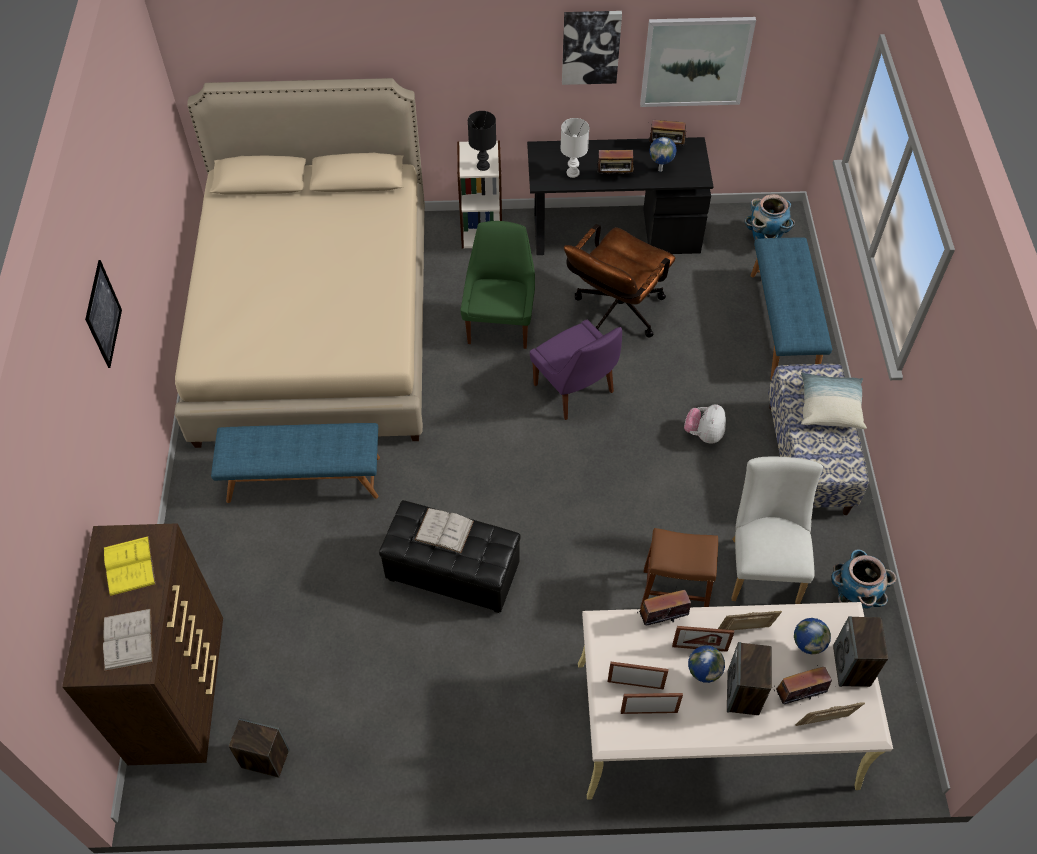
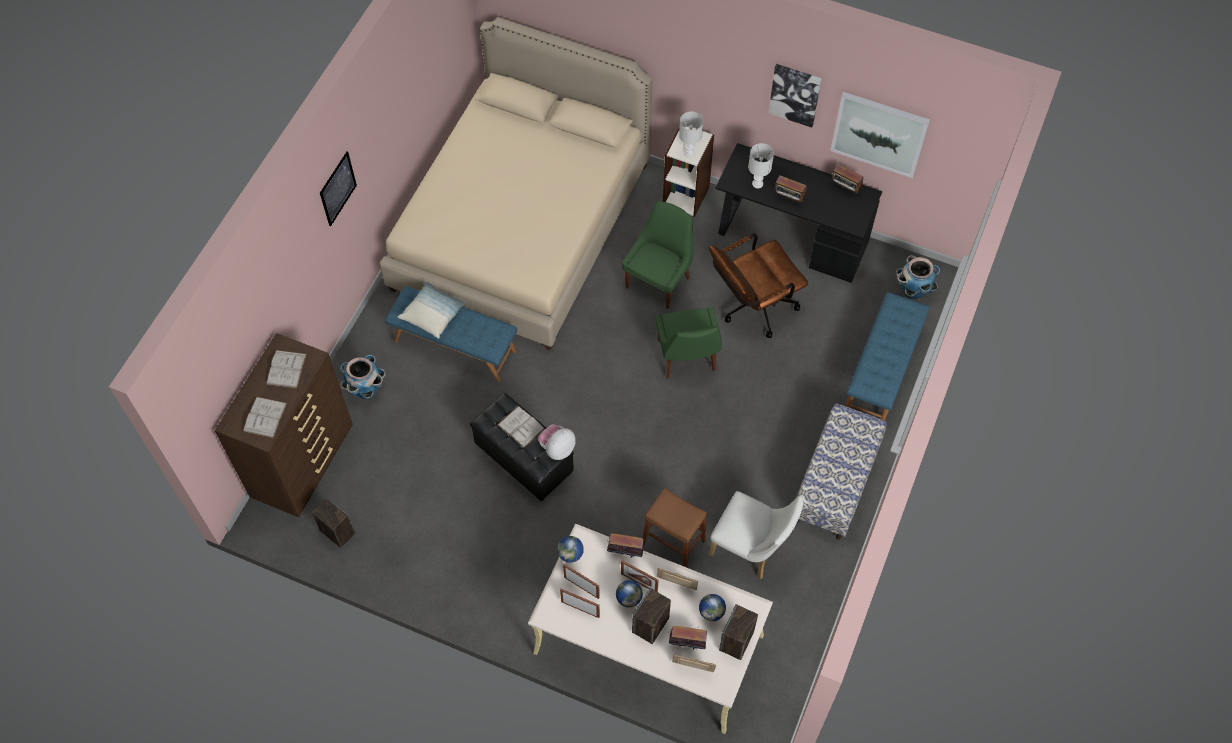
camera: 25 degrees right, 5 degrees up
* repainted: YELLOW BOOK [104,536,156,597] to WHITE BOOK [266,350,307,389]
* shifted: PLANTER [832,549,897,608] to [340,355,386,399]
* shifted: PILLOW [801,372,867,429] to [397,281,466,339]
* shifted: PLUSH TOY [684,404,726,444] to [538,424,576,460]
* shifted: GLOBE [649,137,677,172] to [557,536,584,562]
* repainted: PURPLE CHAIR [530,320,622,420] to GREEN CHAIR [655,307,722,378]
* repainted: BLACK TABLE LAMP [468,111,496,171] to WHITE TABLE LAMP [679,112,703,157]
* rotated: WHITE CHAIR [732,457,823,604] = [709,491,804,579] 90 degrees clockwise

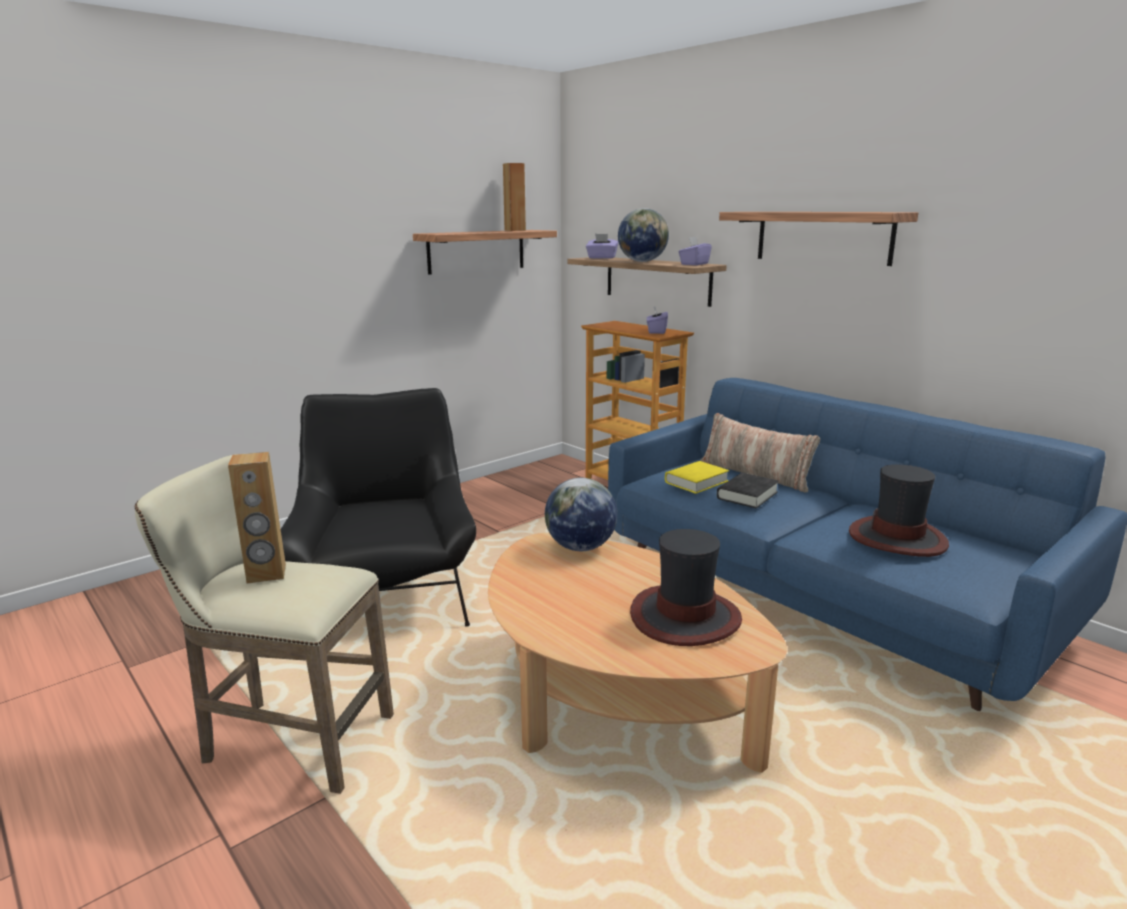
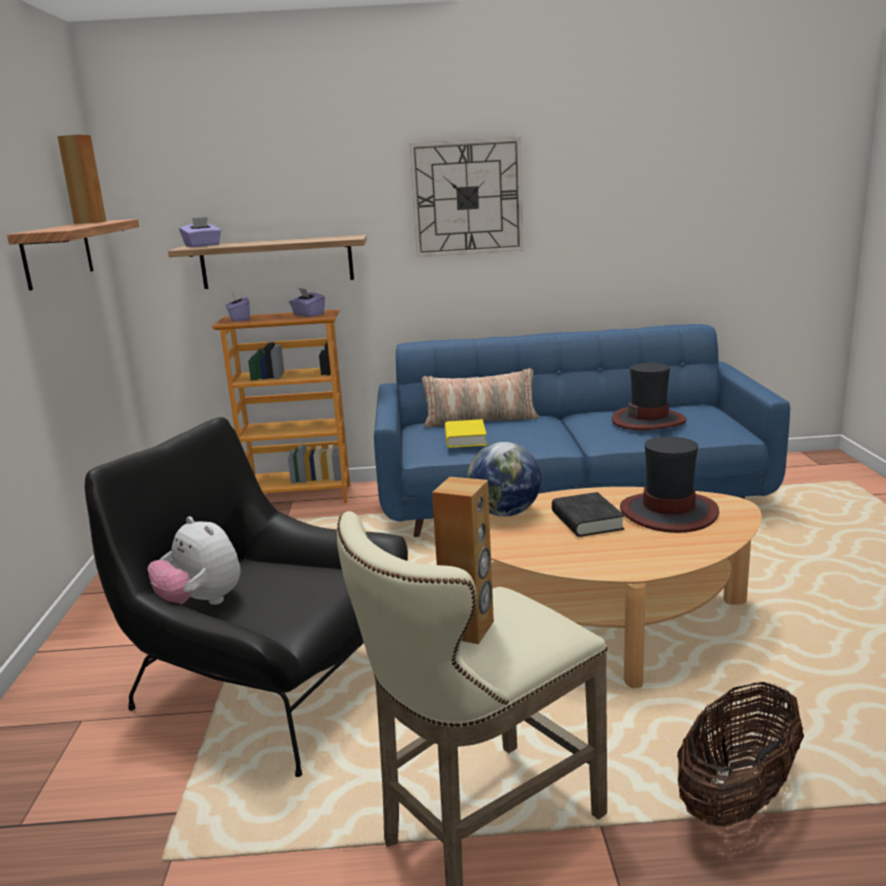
camera: 50 degrees left, 0 degrees up
* new: PLUSH TOY [147,516,241,605]
* shifted: PURPLE TISSUE BOX [678,237,712,265] to [226,292,250,322]
* swapped: SHELF [719,212,918,266] to WALL CLOCK [409,137,524,257]
* shifted: BLACK BOOK [717,473,779,509] to [552,492,625,537]
* new: BASKET [677,682,804,827]
* gone: GLOBE [618,208,669,262]

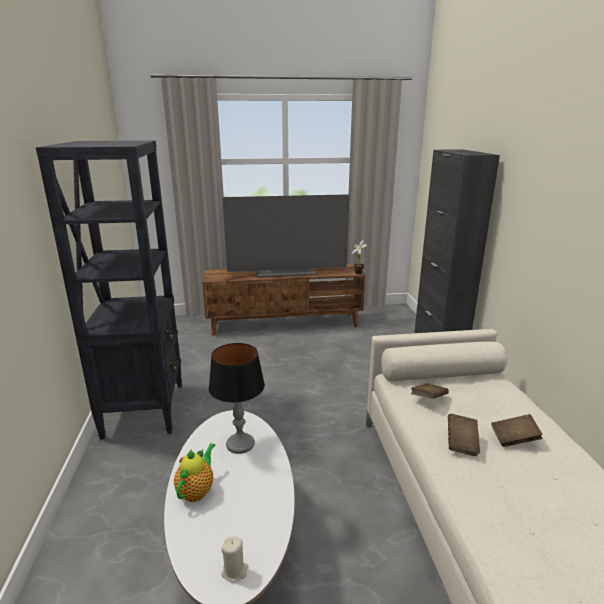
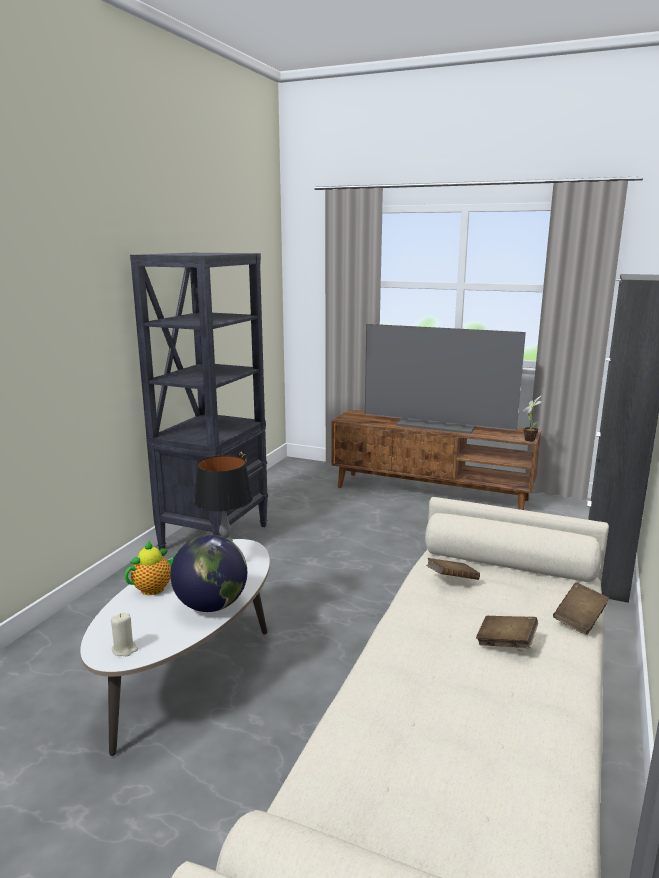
camera: 30 degrees right, 5 degrees down
* new: GLOBE [170,535,247,612]
* shifted: BROWN BOOK [448,414,480,456] to [553,582,609,635]

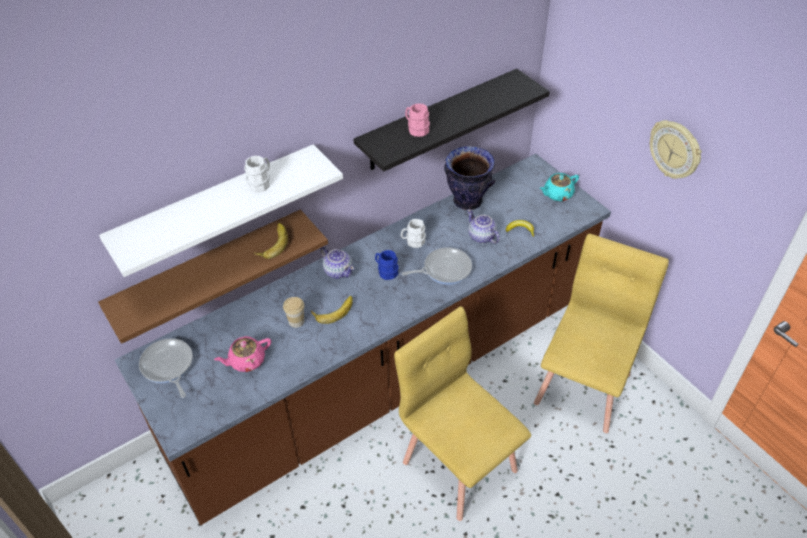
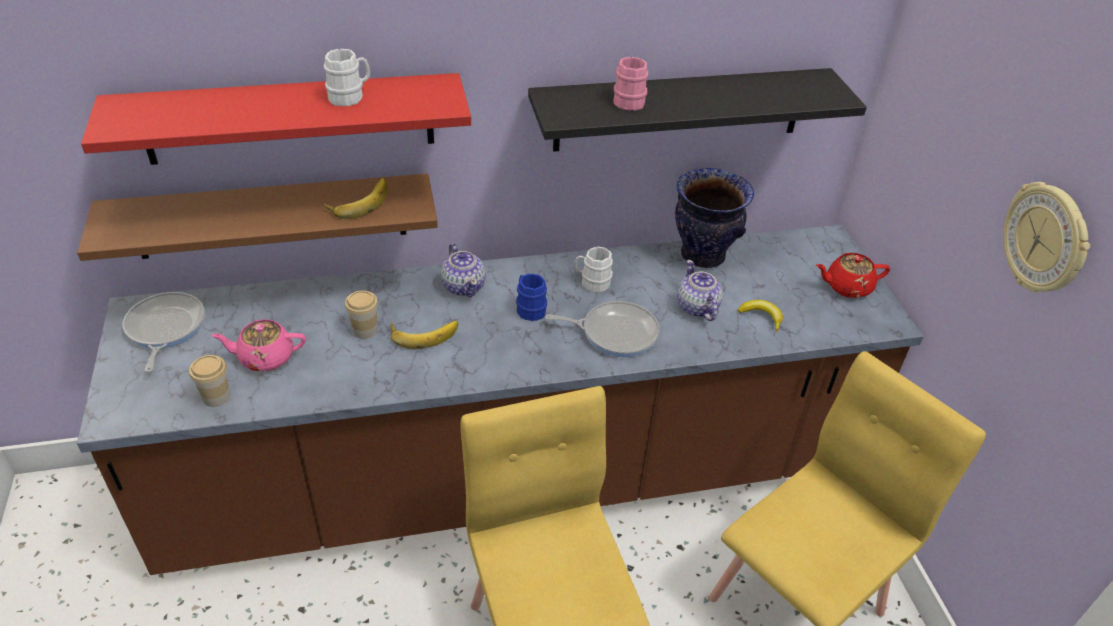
camera: 20 degrees right, 5 degrees down
* repainted: WHITE SHELF [99,144,343,277] to RED SHELF [81,73,471,165]
* new: CUP [189,355,230,407]
* repainted: TURQUOISE TEAPOT [539,173,579,201] to RED TEAPOT [816,253,890,298]

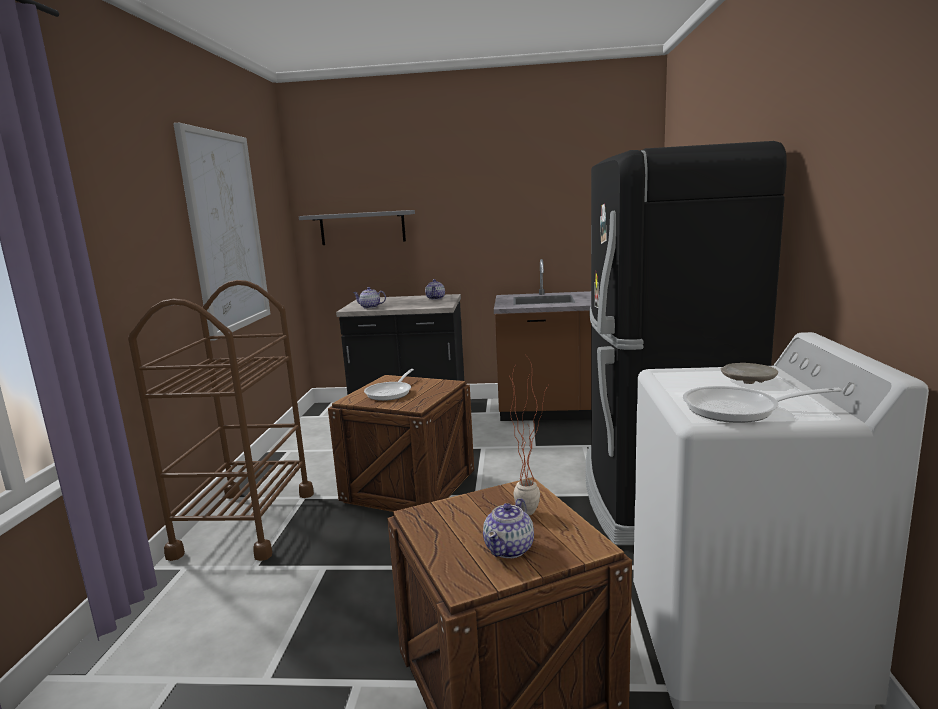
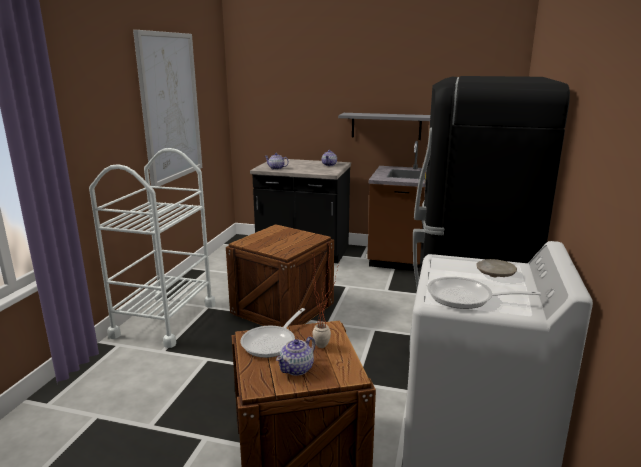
camera: 10 degrees right, 5 degrees up
* repainted: BROWN CART [128,280,314,561] to WHITE CART [89,148,215,348]
* shifted: FRYING PAN [364,369,414,401] to [241,308,305,358]
* shifted: GREY SHELF [299,210,415,245] to [338,113,430,140]

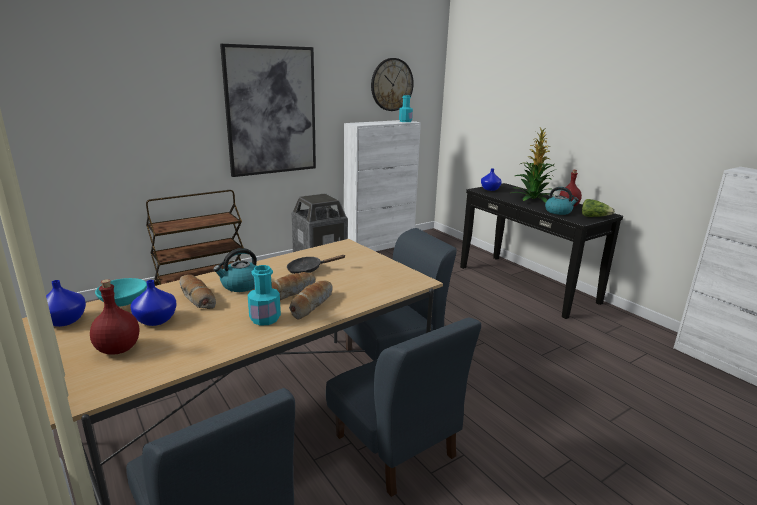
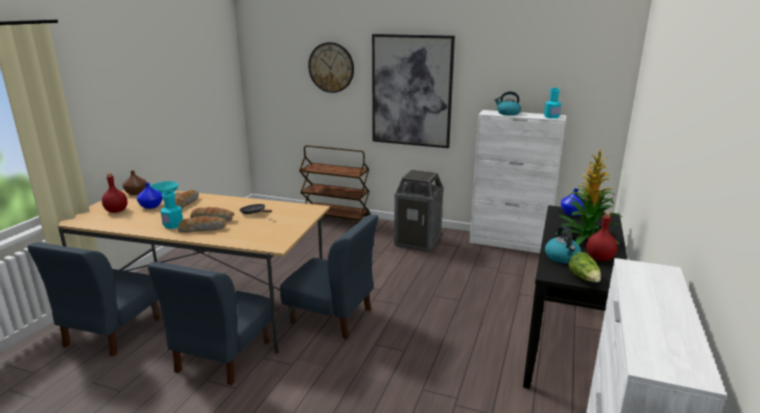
camera: 55 degrees right, 0 degrees up
* repainted: BLUE VASE [46,280,86,327] to BROWN VASE [122,171,147,195]
* shifted: WALL CLOCK [371,58,414,111] to [308,42,354,93]
* shifted: KETTLE [213,248,257,292] to [495,91,521,116]

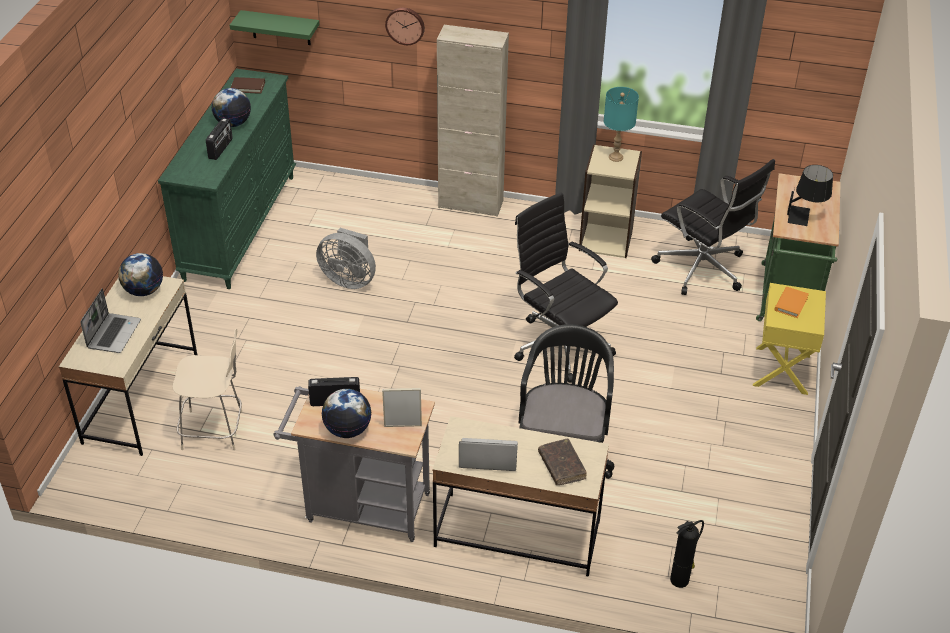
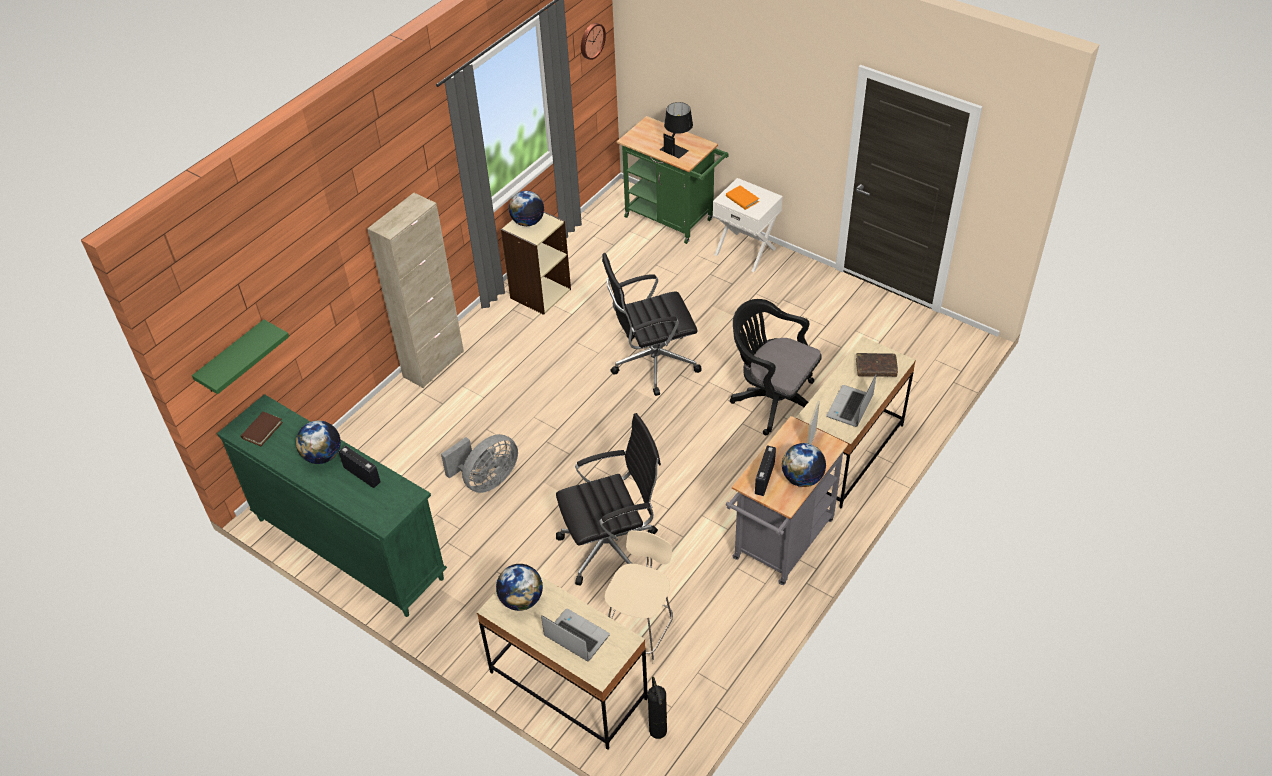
camera: 65 degrees left, 5 degrees up
* swapped: TURQUOISE TABLE LAMP [604,87,639,162] to GLOBE [509,191,544,226]
* shifted: BLACK OFFICE CHAIR [651,159,775,295] to [556,413,661,586]
* shifted: WALL CLOCK [385,8,425,45] to [581,23,606,60]
* shifted: FIRE EXTINGUISHER [670,520,704,588] to [648,677,667,739]
* repainted: YELLOW NIGHTSTAND [753,283,826,395] to WHITE NIGHTSTAND [713,178,783,272]

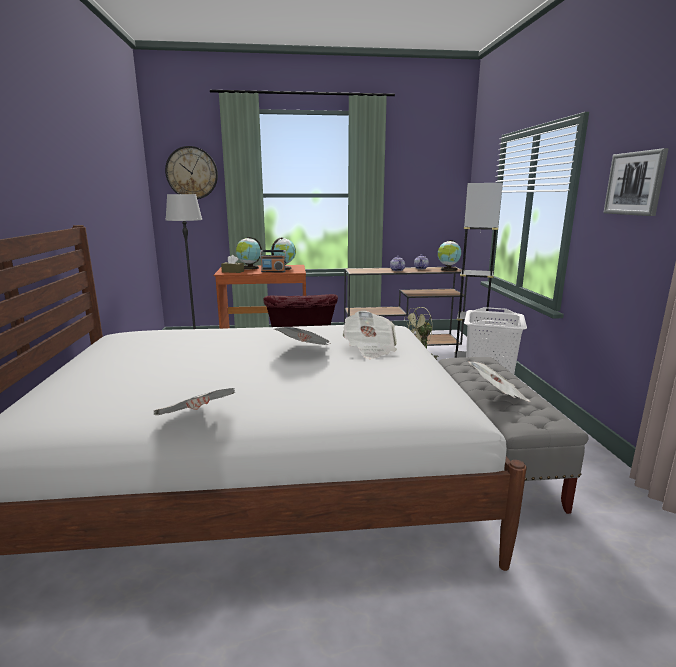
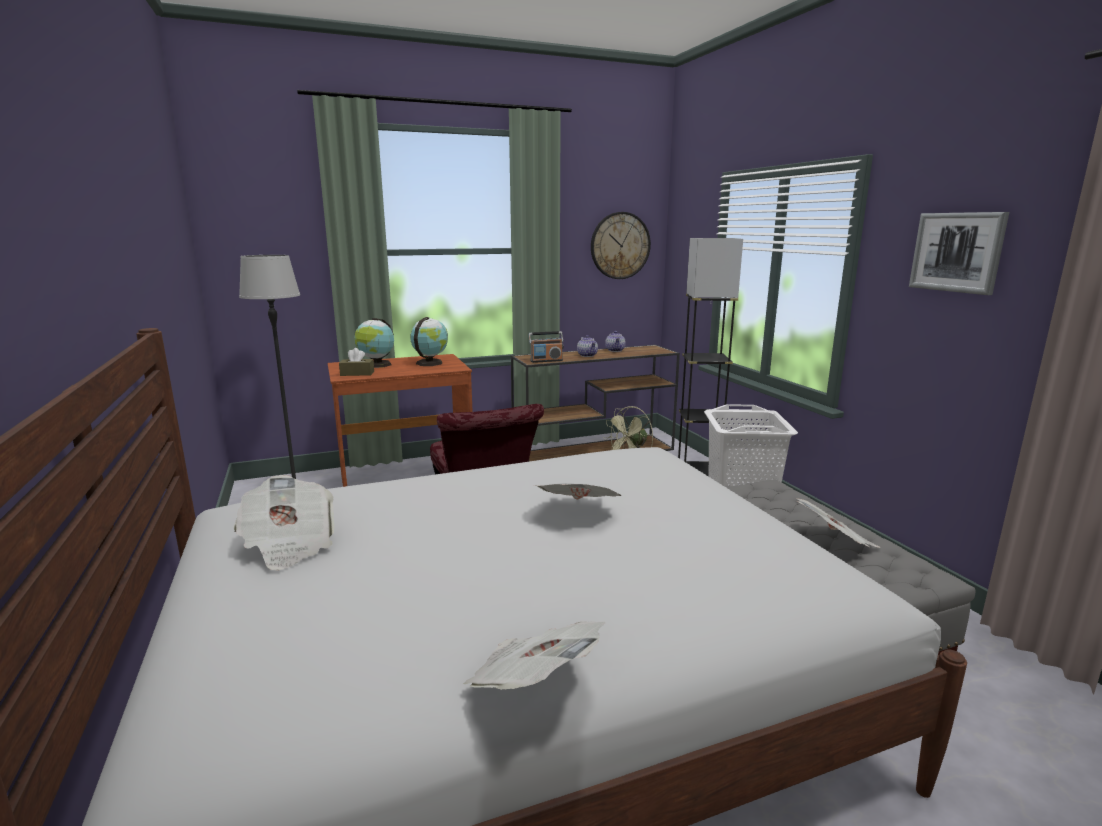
camera: 15 degrees left, 0 degrees up
* shifted: NEWSPAPER [343,311,397,359] to [233,475,335,571]
* shifted: RADIO [260,250,286,272] to [529,331,564,363]
* shifted: WALL CLOCK [165,146,218,199] to [591,212,651,279]
* gone: GLOBE [438,240,461,271]

